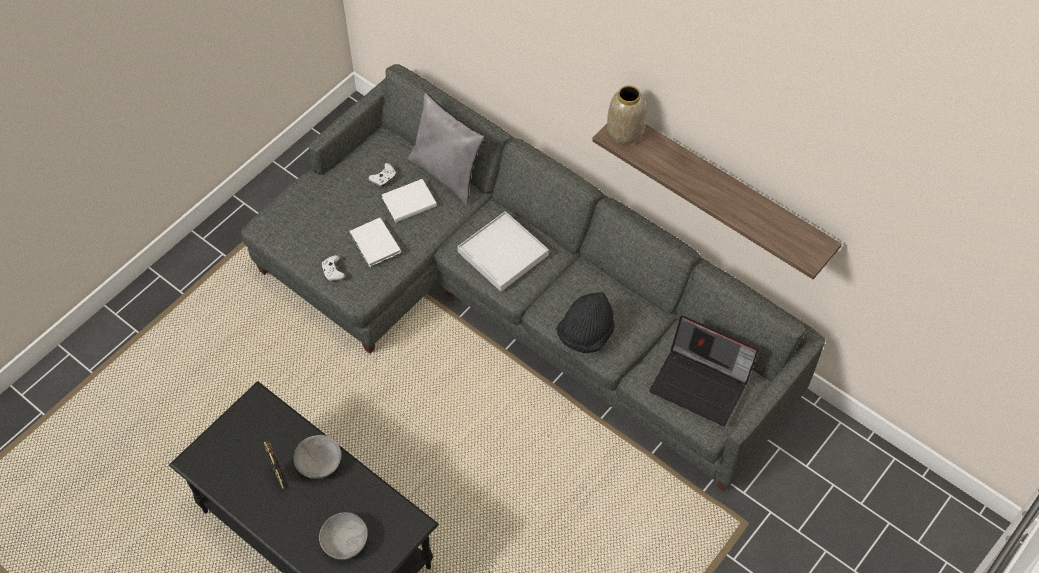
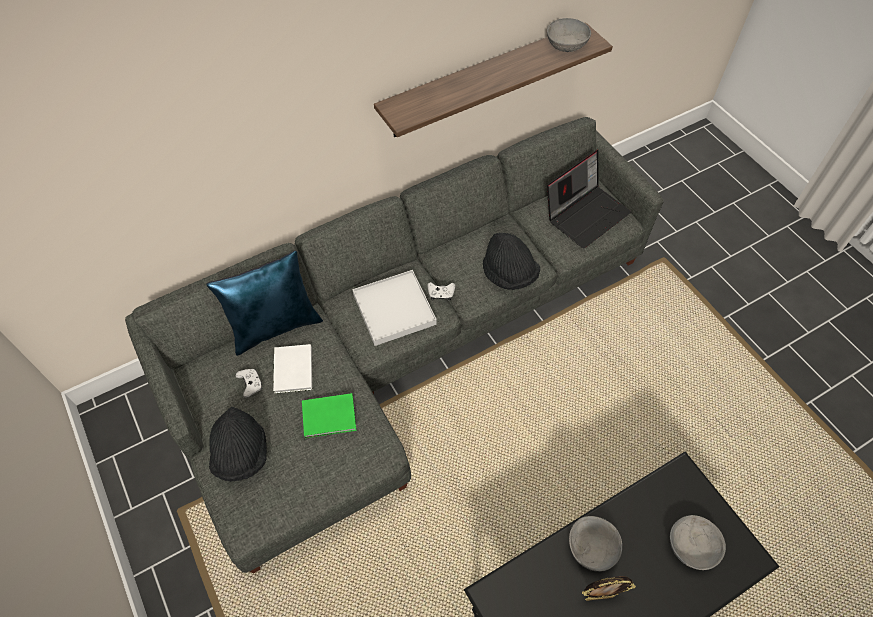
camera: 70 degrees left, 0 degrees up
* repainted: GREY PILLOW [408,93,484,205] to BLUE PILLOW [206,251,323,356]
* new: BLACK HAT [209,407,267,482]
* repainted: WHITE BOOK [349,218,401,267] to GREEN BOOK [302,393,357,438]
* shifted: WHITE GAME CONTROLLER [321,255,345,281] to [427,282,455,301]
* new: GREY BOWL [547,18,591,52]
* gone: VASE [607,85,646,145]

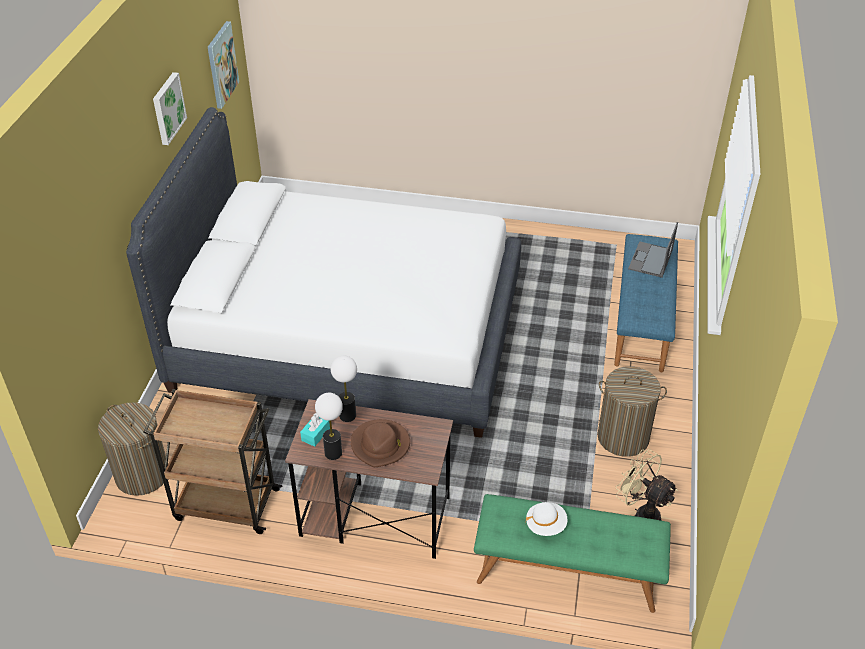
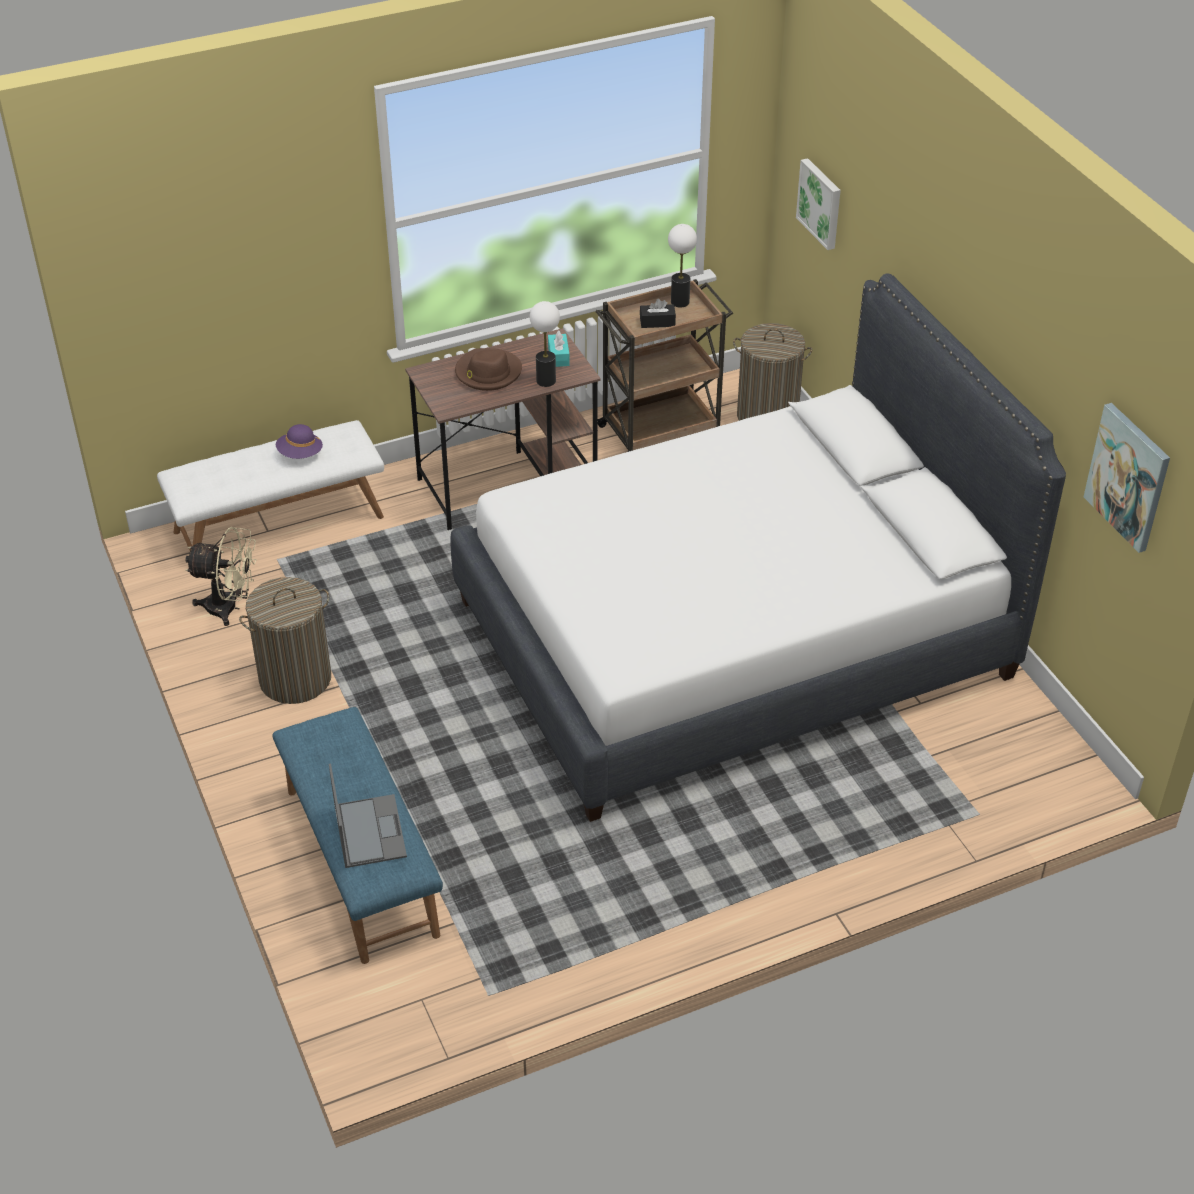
camera: 145 degrees right, 0 degrees up
* repainted: GREEN BENCH [474,494,671,613] to WHITE BENCH [157,420,384,551]
* repainted: WHITE HAT [525,502,568,536] to PURPLE HAT [276,424,323,459]
* new: BLACK TISSUE BOX [640,299,676,328]
* shifted: TABLE LAMP [315,393,343,460] to [668,224,697,307]
* shifted: PICTURE [153,72,187,145] to [796,158,841,250]

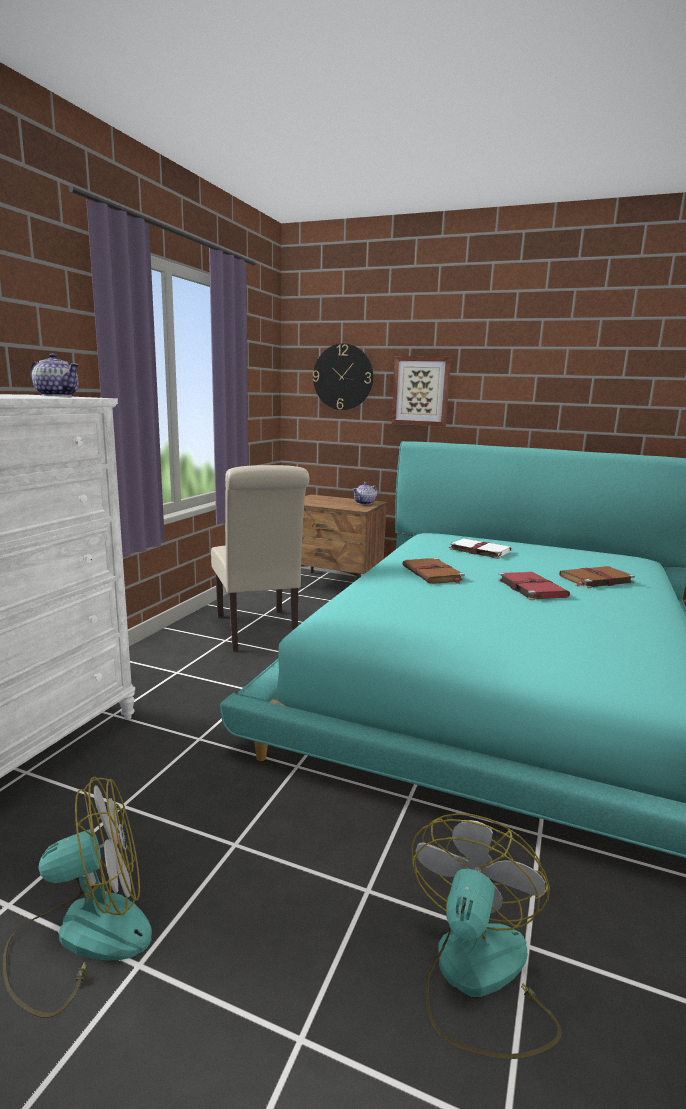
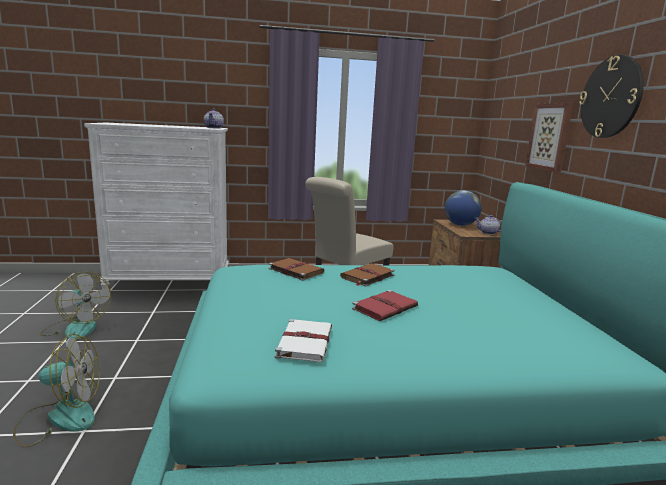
camera: 60 degrees right, 0 degrees up
* shifted: BROWN BOOK [559,566,635,588] to [269,258,324,281]
* shifted: WHITE BOOK [447,538,511,559] to [275,319,332,362]
* new: GLOBE [445,190,481,226]
* shifted: WALL CLOCK [313,343,373,410] to [579,55,644,138]

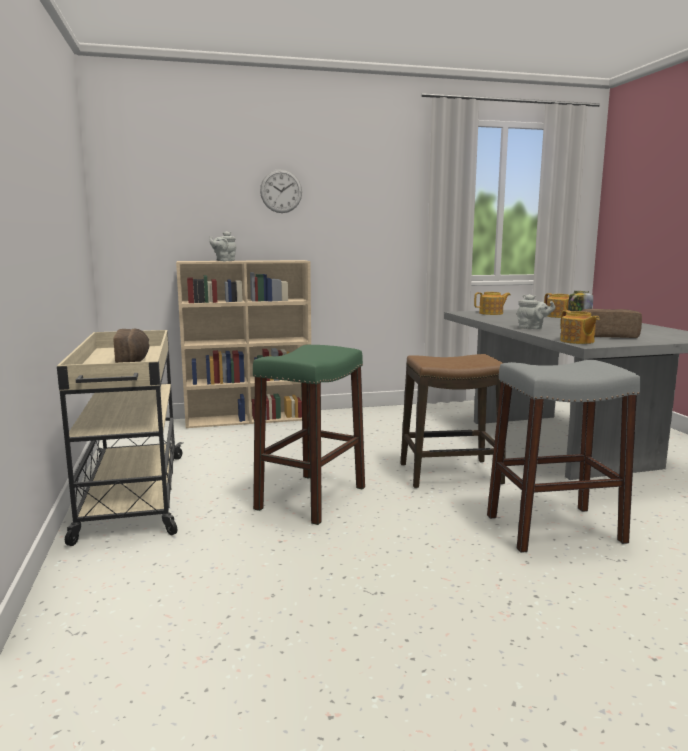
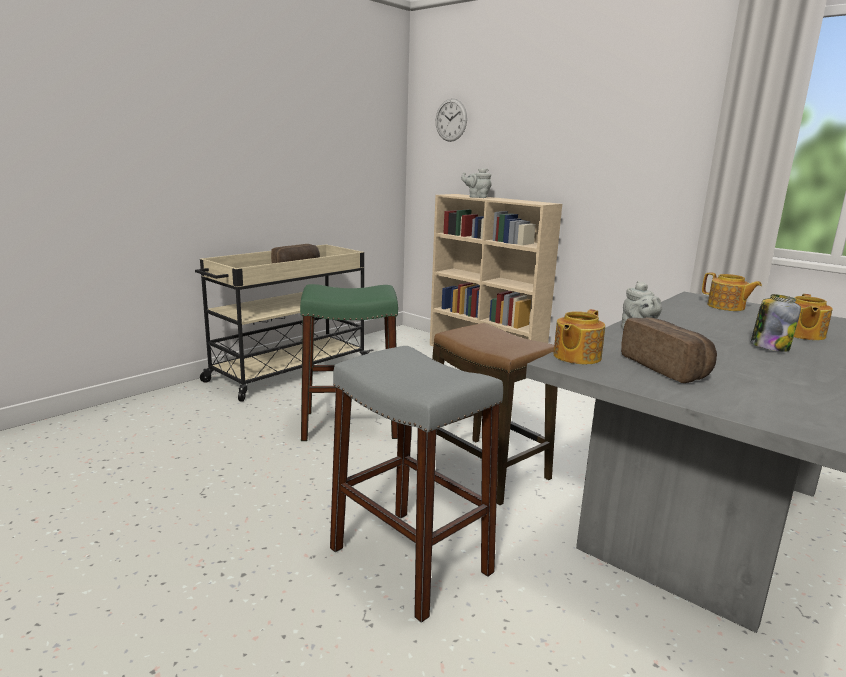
camera: 55 degrees right, 5 degrees up
* shifted: WALL CLOCK [260,169,302,213] to [436,98,467,142]

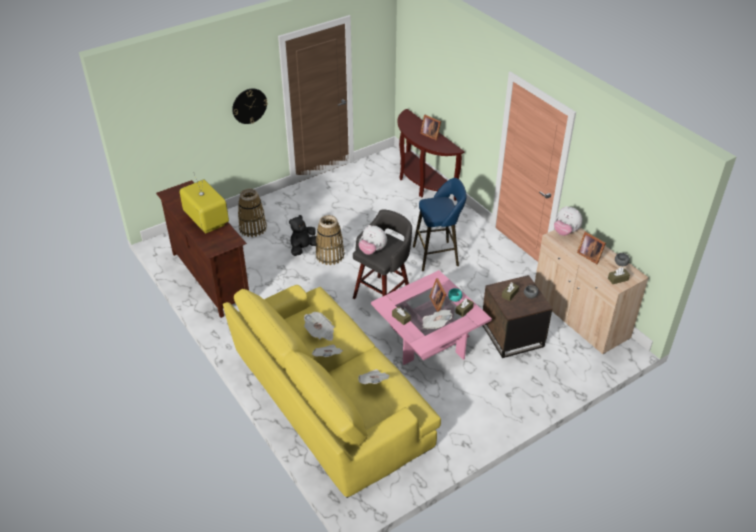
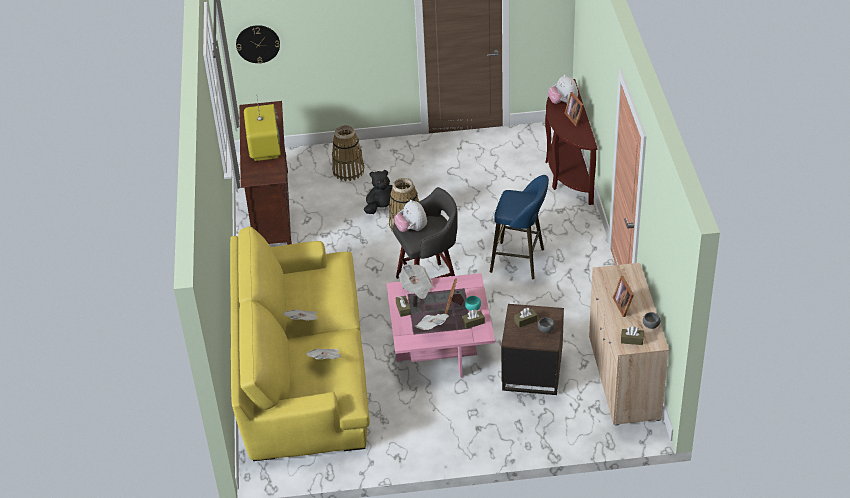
camera: 30 degrees right, 0 degrees up
* shifted: WALL CLOCK [232,89,268,124] to [236,25,280,64]
* shifted: NEWSPAPER [304,312,335,341] to [399,264,433,299]
* shifted: PLUSH TOY [554,206,583,236] to [548,74,578,104]

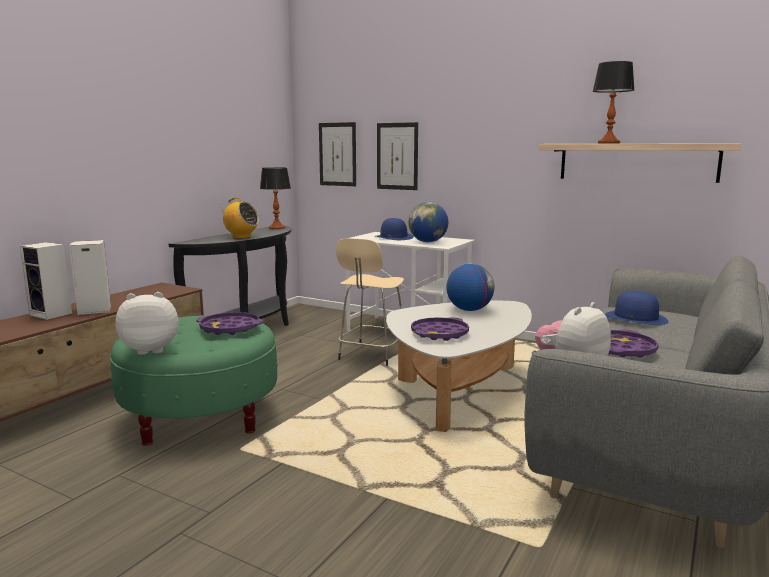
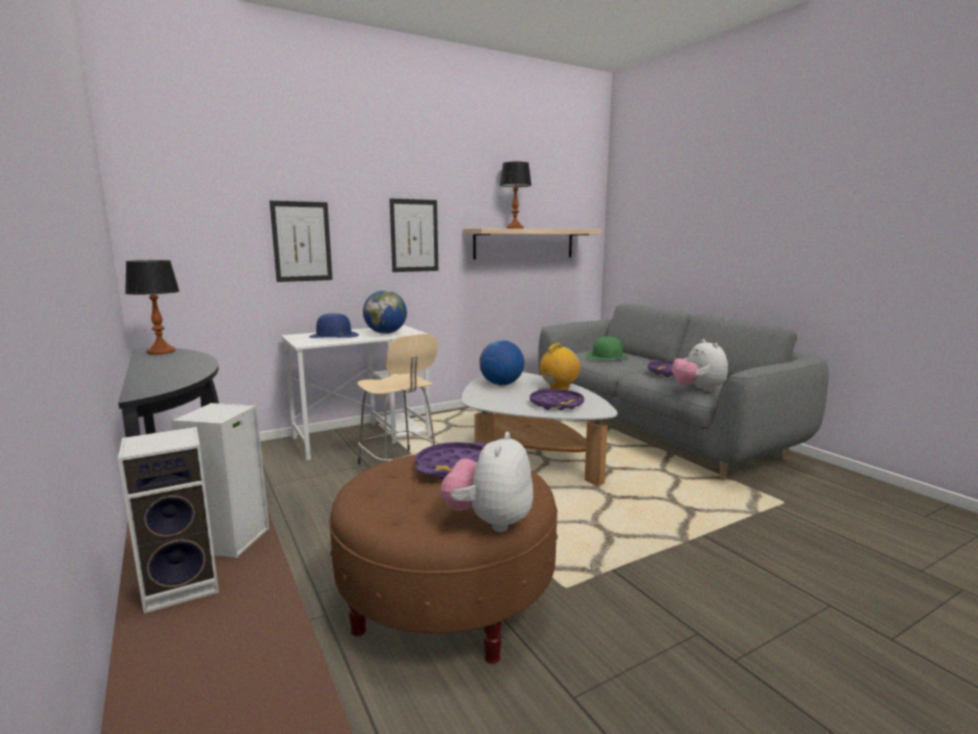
camera: 60 degrees left, 0 degrees up
* repainted: GREEN OTTOMAN [110,315,278,446] to BROWN OTTOMAN [329,455,558,664]
* shifted: PICTURE [319,122,356,186] to [389,198,438,272]
* shifted: RADIO [219,197,259,239] to [540,343,581,390]
* repainted: BLUE HAT [605,291,669,325] to GREEN HAT [586,337,629,360]

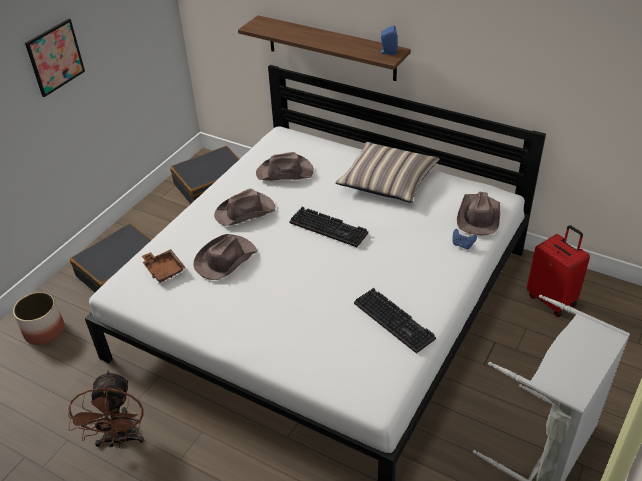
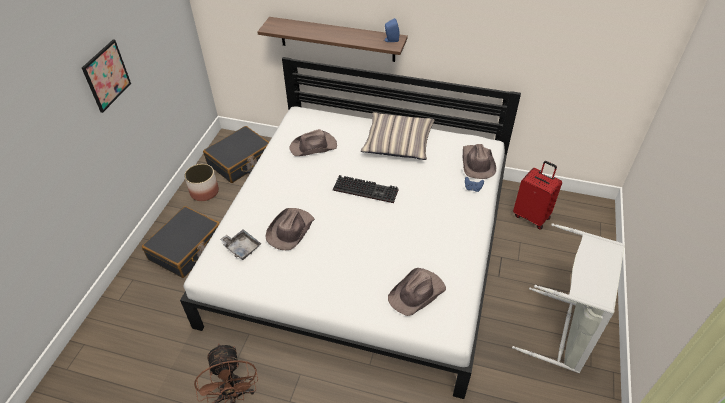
camera: 15 degrees left, 5 degrees up
* shifted: PLANTER [13,292,64,345] to [184,164,219,201]
* repainted: BROWN TRAY [142,249,186,283] to GREY TRAY [220,229,261,260]
* shifted: BROWN HAT [214,188,275,226] to [388,268,446,316]
* gone: KEYBOARD [354,288,436,354]

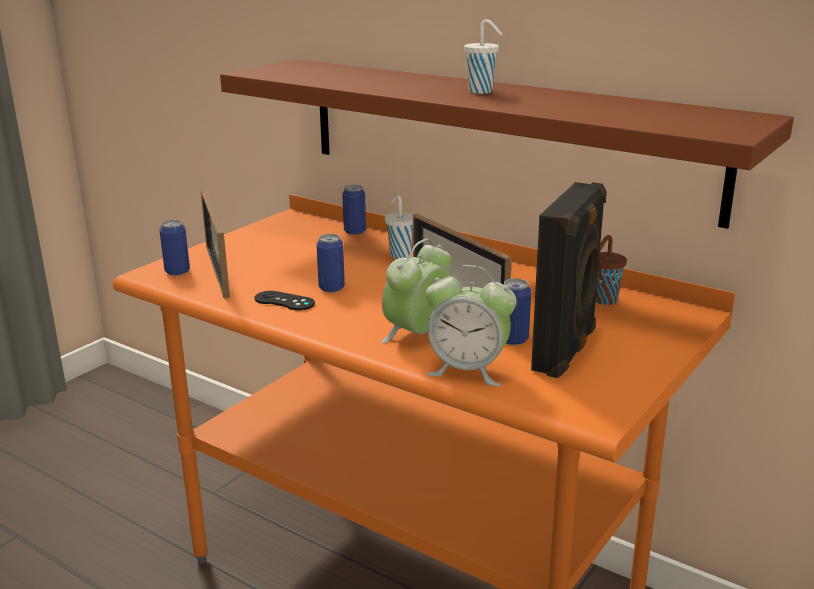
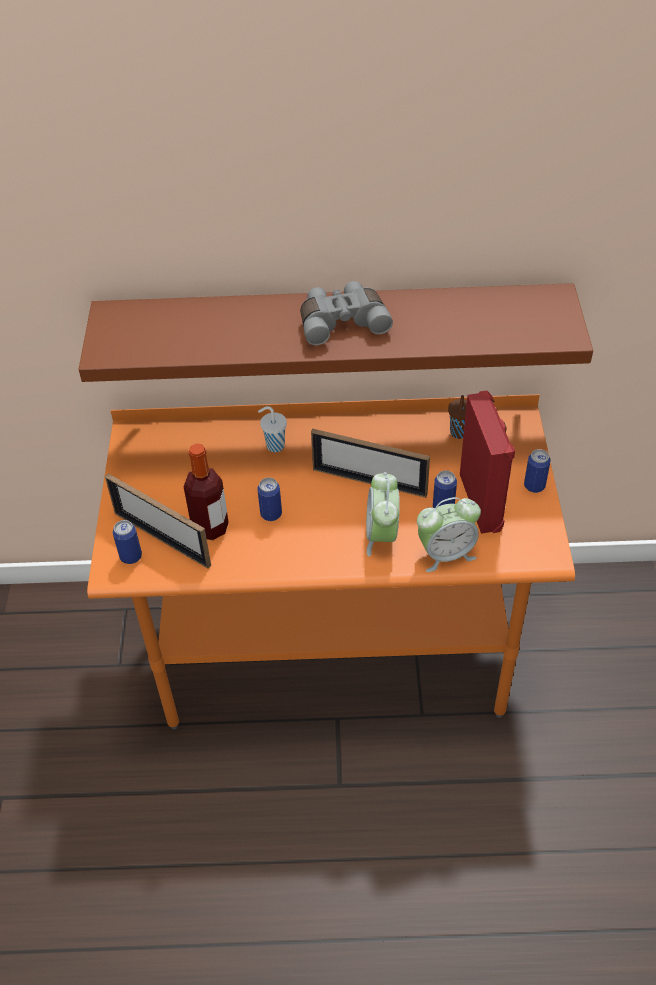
camera: 35 degrees left, 25 degrees up
* new: BOTTLE [184,443,229,540]
* swapped: WHITE CUP [464,19,502,94] to GREY BINOCULARS [300,281,393,345]
* repainted: BLACK SPEAKER [531,182,607,378] to RED SPEAKER [460,390,515,534]
* shifted: CAN [342,185,366,235] to [524,449,551,493]
* gone: BLACK GAME CONTROLLER [255,291,315,310]

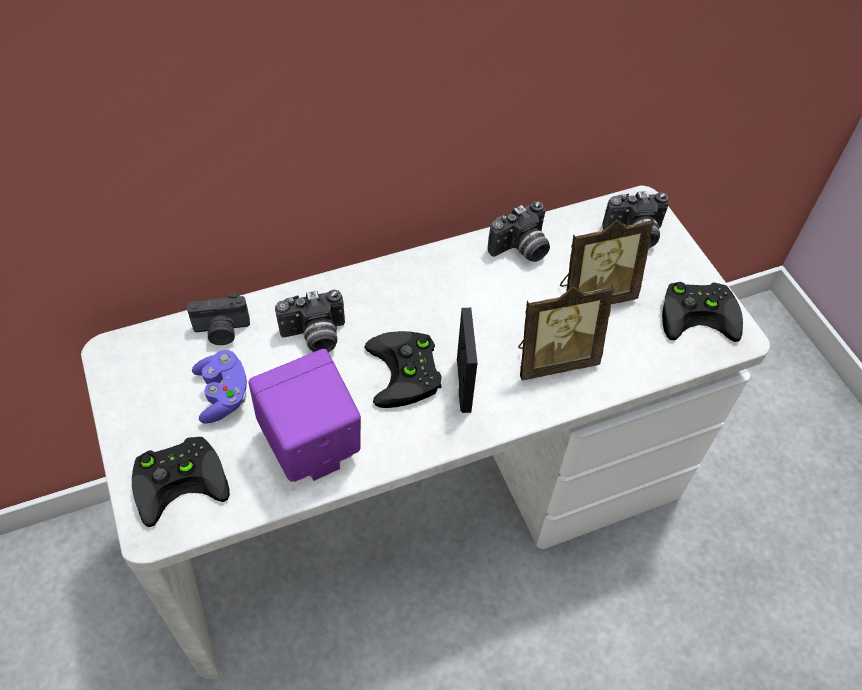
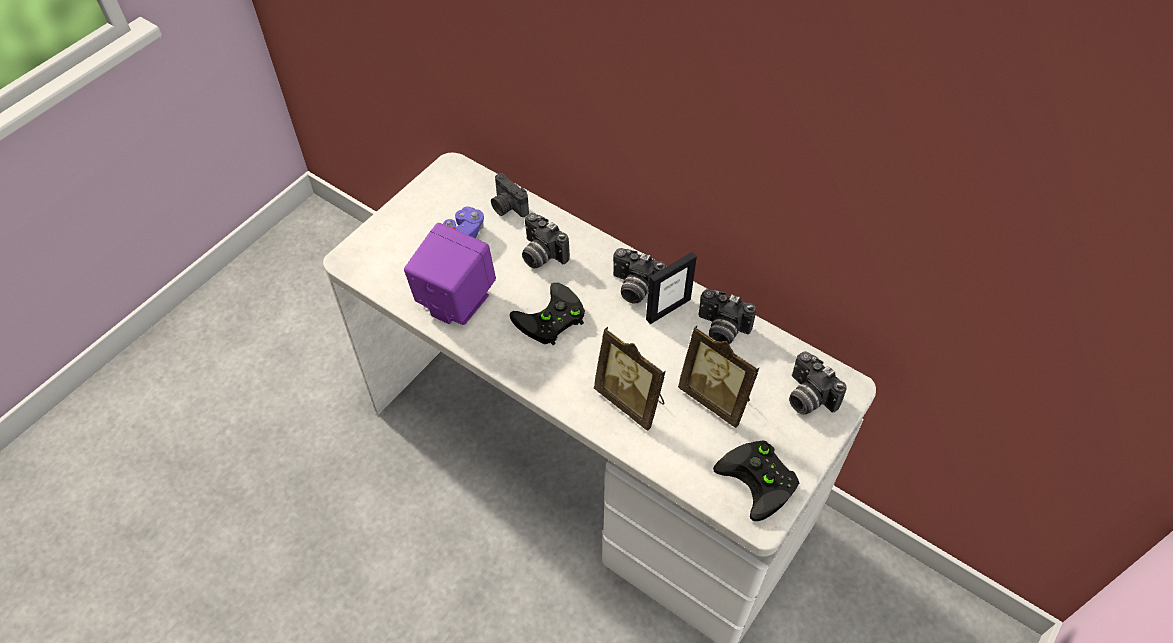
camera: 60 degrees right, 0 degrees up
* new: PHOTO CAMERA [613,248,666,304]
* shifted: PICTURE FRAME [457,308,477,413] to [646,252,697,324]
* gone: BLACK GAME CONTROLLER [132,437,230,527]

